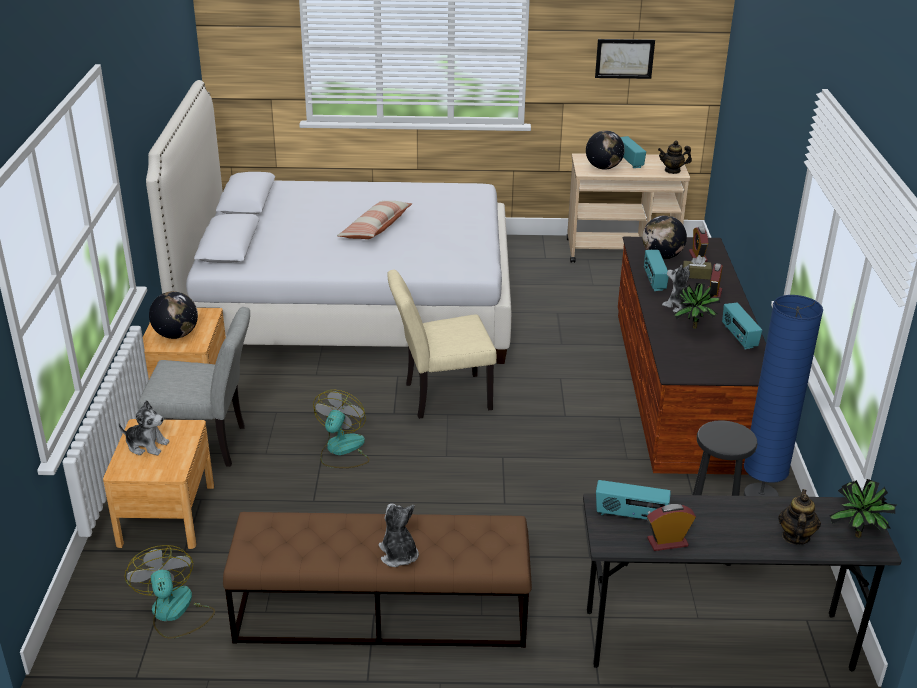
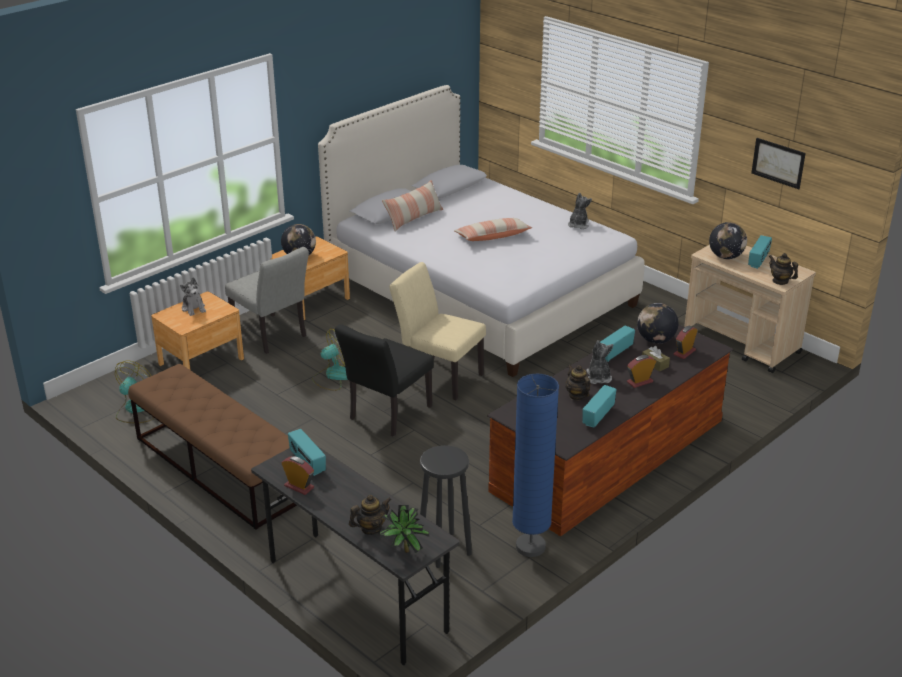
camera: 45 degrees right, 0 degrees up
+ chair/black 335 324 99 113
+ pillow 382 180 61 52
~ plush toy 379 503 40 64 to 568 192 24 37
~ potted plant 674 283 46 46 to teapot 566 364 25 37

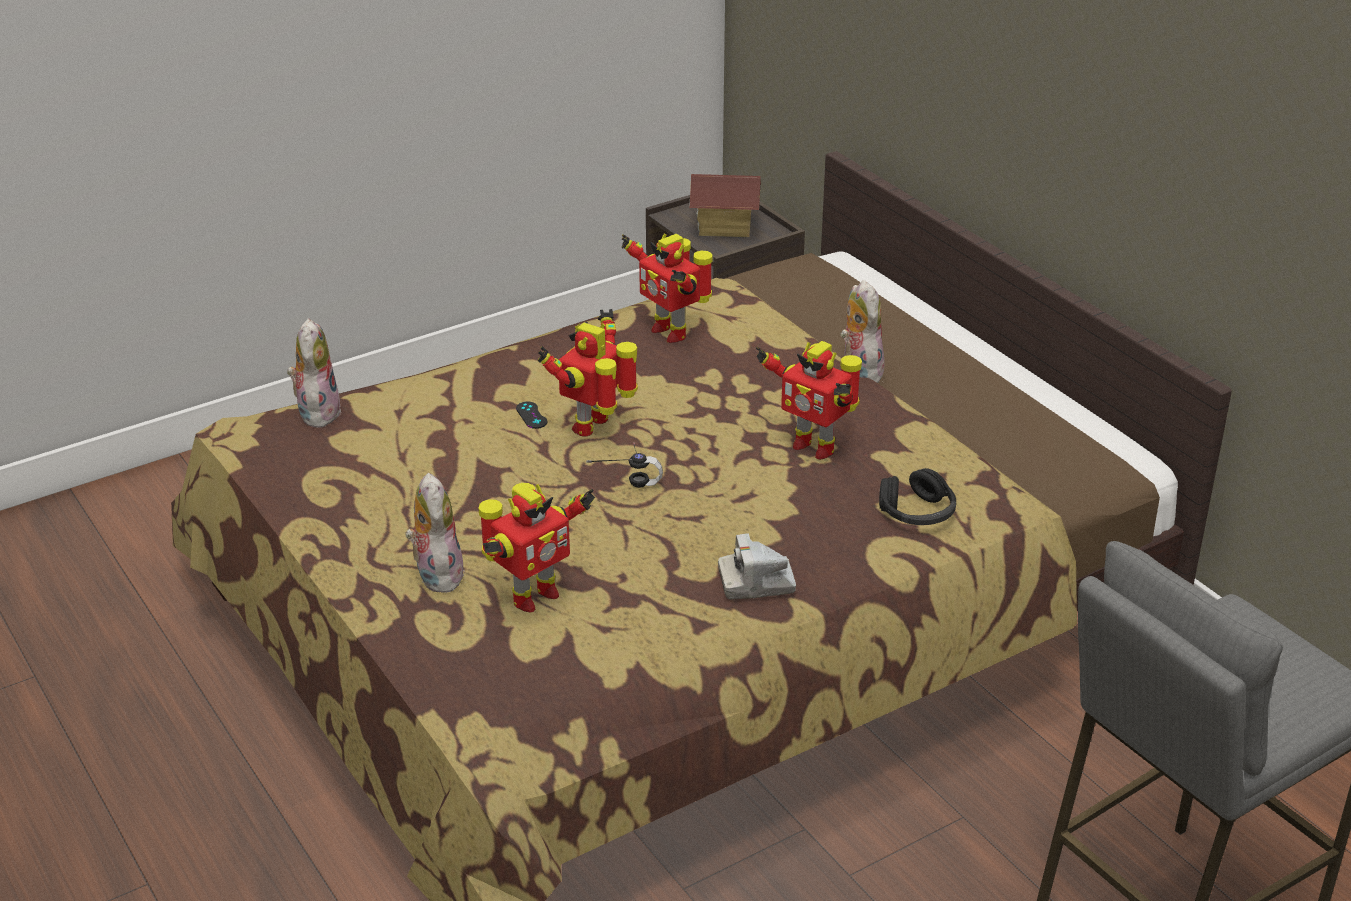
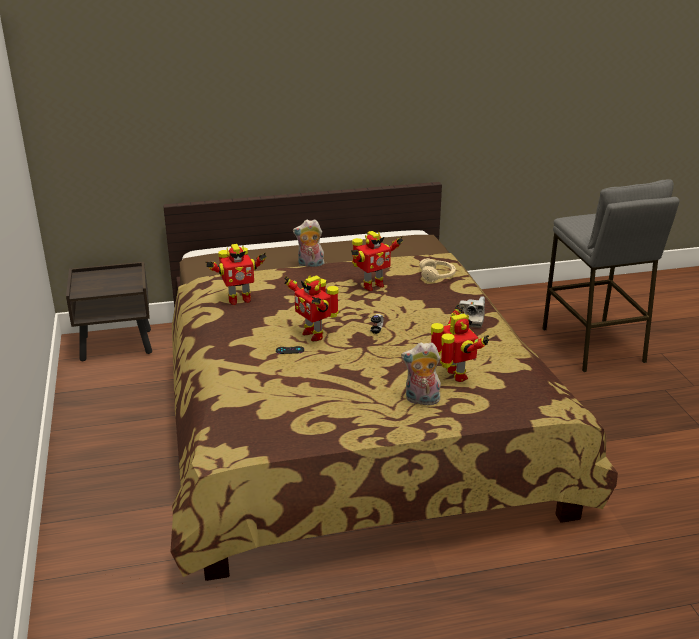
camera: 70 degrees left, 5 degrees down
- plush toy 287 318 54 110
- toy house 689 174 72 63
~ headphones/black 879 468 77 57 to headphones/beige 419 258 37 24

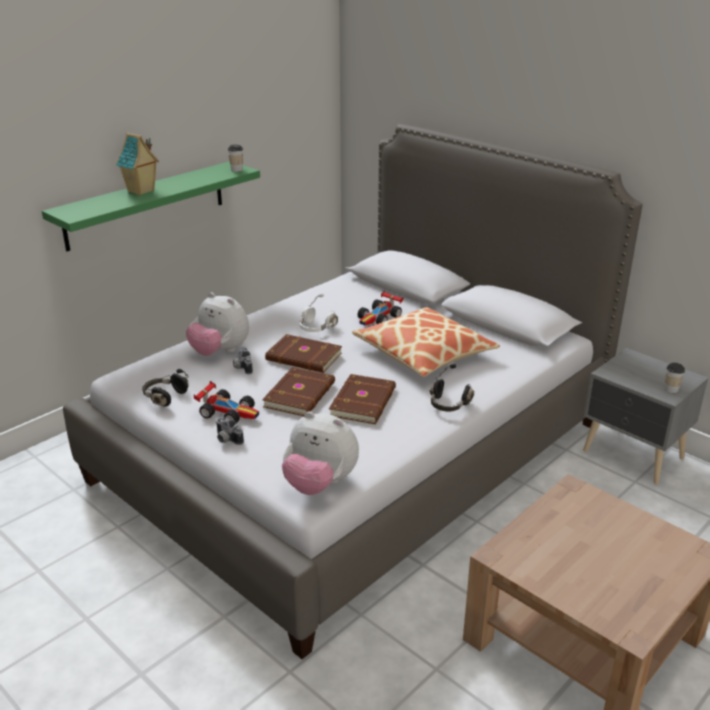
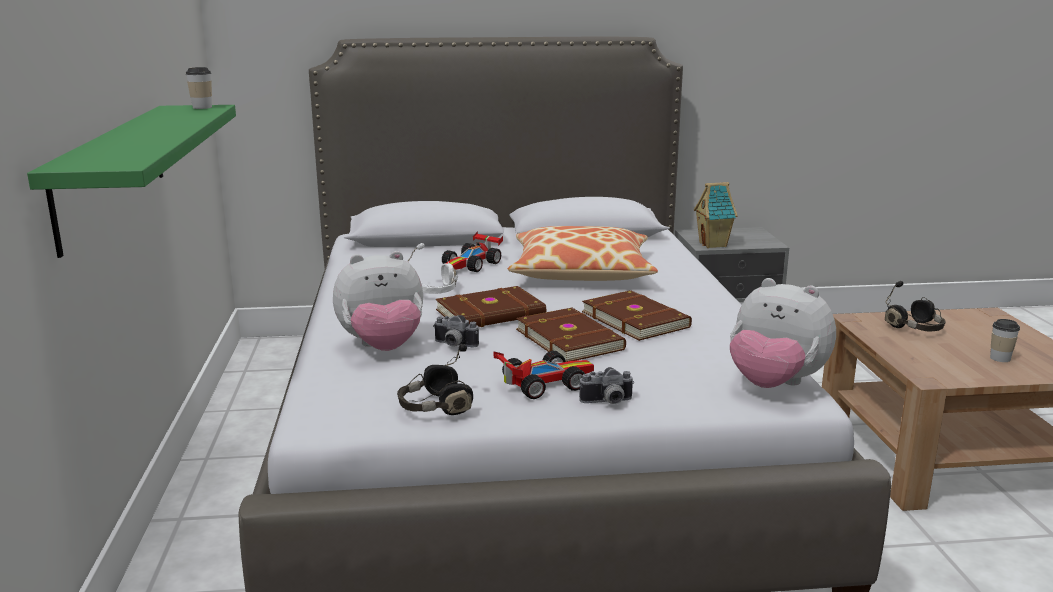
camera: 50 degrees left, 10 degrees down
~ toy house 116 132 43 63 to 694 182 44 66
~ headphones/black 430 364 44 48 to 885 281 61 50
~ cup 664 363 21 30 to 990 319 30 43
~ plush toy 282 411 77 84 = 730 278 106 110 60 degrees clockwise
~ toy car 358 291 46 35 = 442 232 61 40 45 degrees clockwise

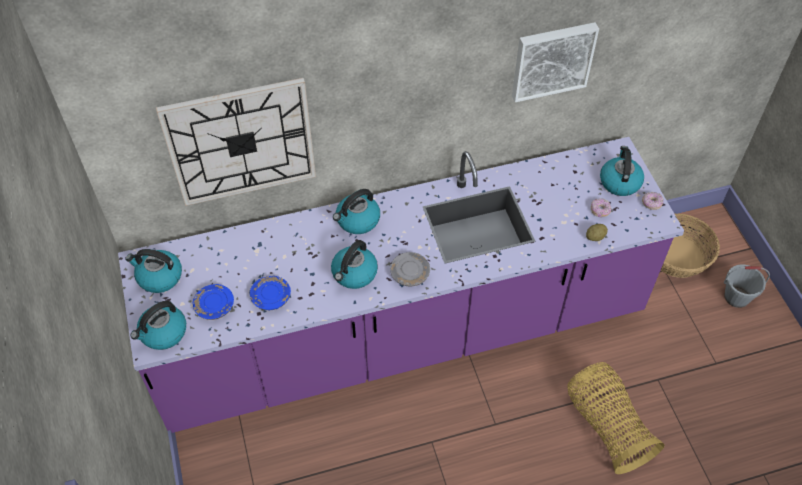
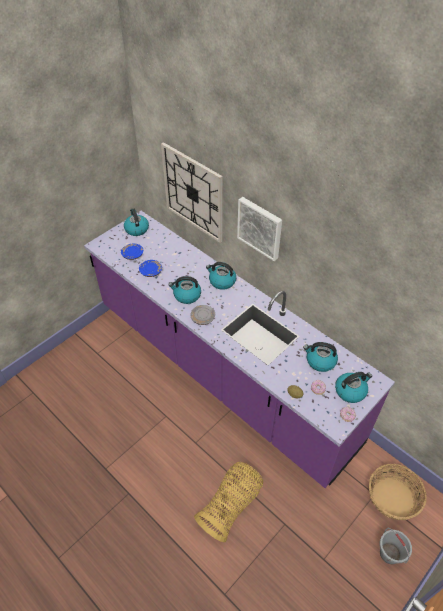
camera: 60 degrees right, 5 degrees down
~ kettle 131 301 55 49 to 303 342 35 30
~ picture 512 22 87 80 to 237 197 45 64

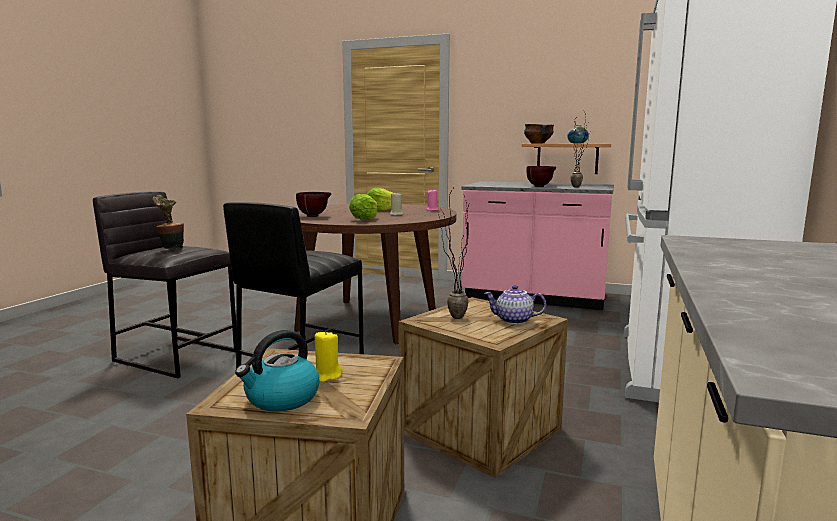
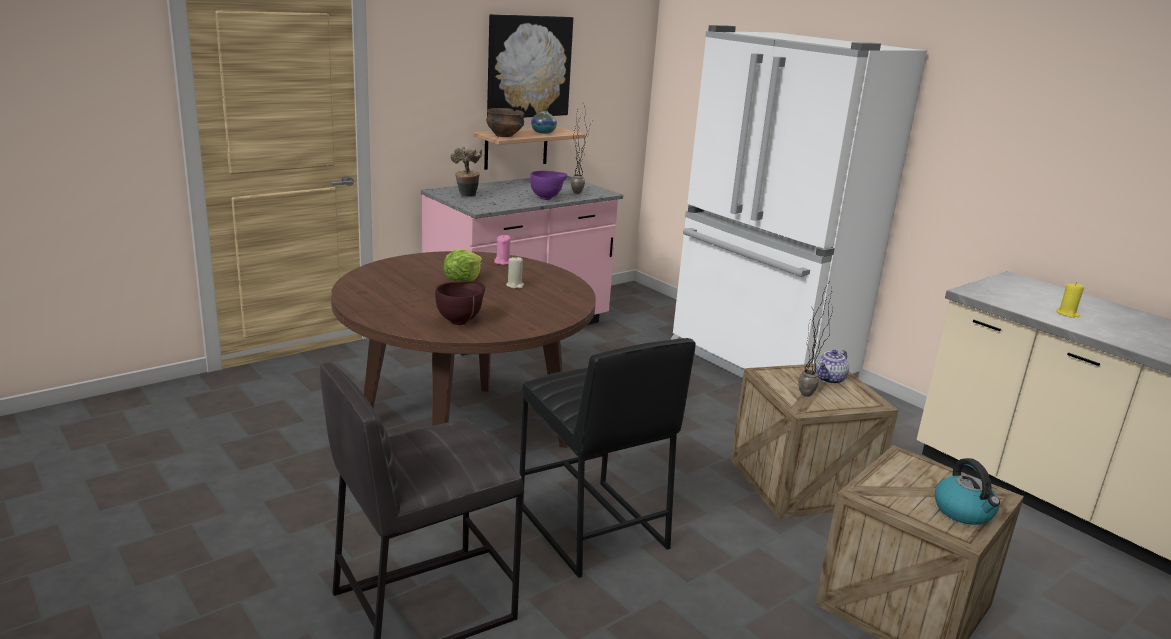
camera: 60 degrees left, 10 degrees up
- lettuce 349 194 29 26
+ picture 487 14 86 104
~ potted plant 153 195 31 54 to 450 146 32 51
~ candle/yellow 315 330 27 52 to 1056 282 28 36
~ bowl/brown 526 166 30 21 to bowl/purple 530 170 38 30

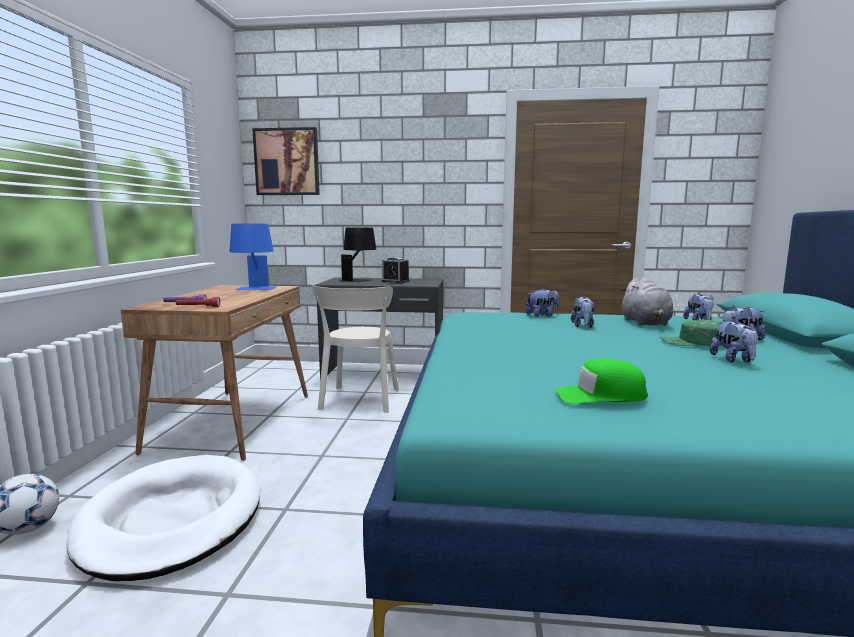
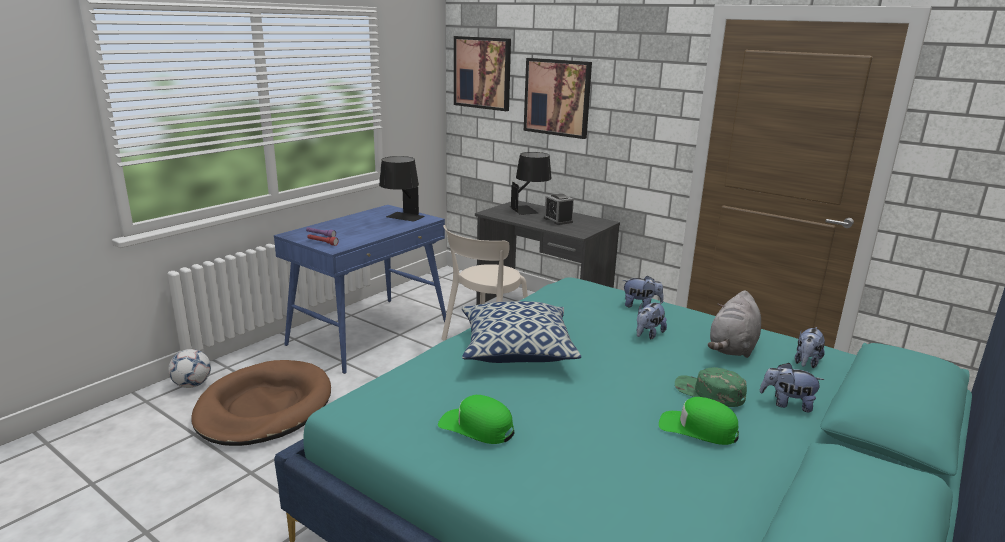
camera: 30 degrees right, 10 degrees up
+ pillow 462 301 119 62
+ picture 524 58 68 81
~ plush toy 710 321 48 42 to cap/green 659 397 80 48
~ dog bed/white 66 455 194 126 to dog bed/brown 191 360 140 86
~ desk/brown 121 285 187 176 to desk/blue 274 205 172 169
~ table lamp/blue 229 224 47 66 to table lamp/black 379 156 46 66

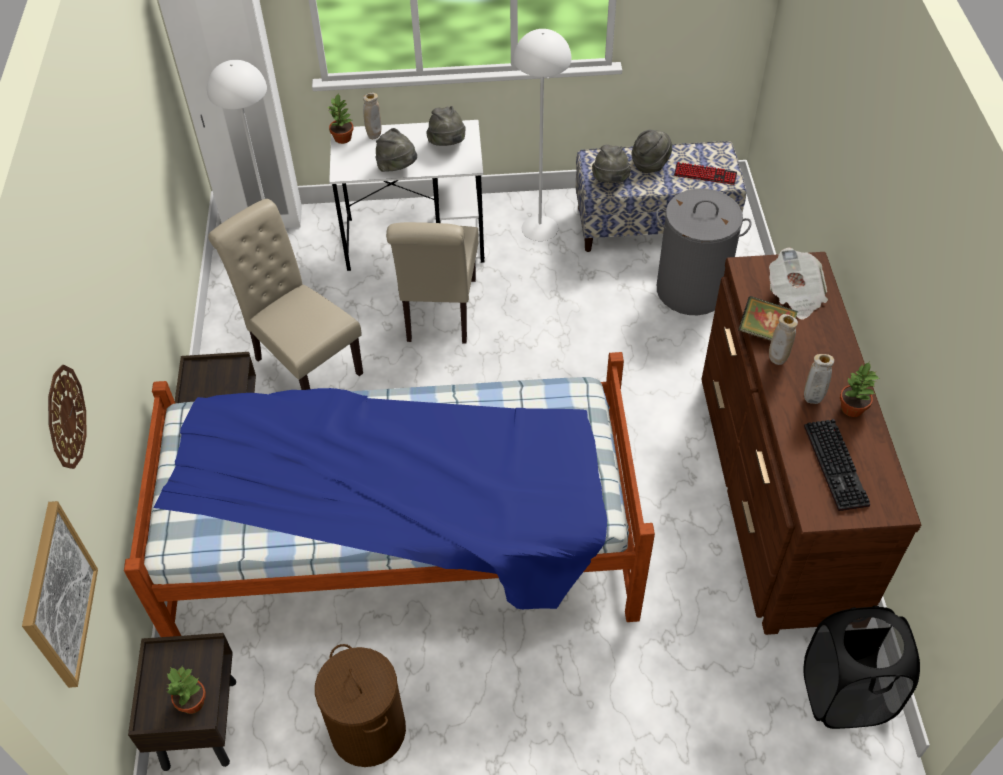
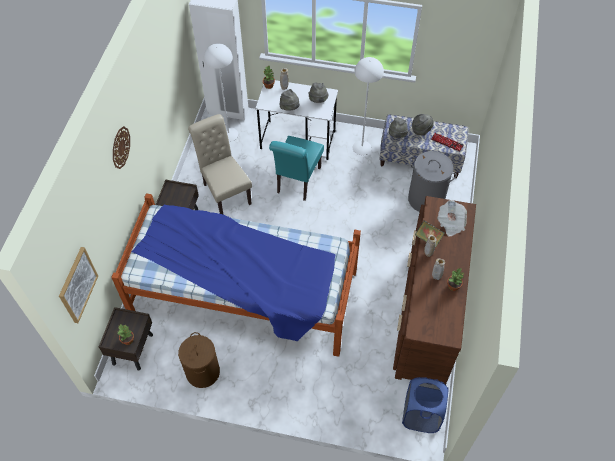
camera: 15 degrees right, 5 degrees up
- keyboard 804 419 66 92
~ wall clock 48 365 39 104 to 113 126 17 43
~ chair/beige 386 222 93 122 to chair/turquoise 269 136 55 65
~ laundry basket/black 803 606 117 123 to laundry basket/blue 402 377 46 56

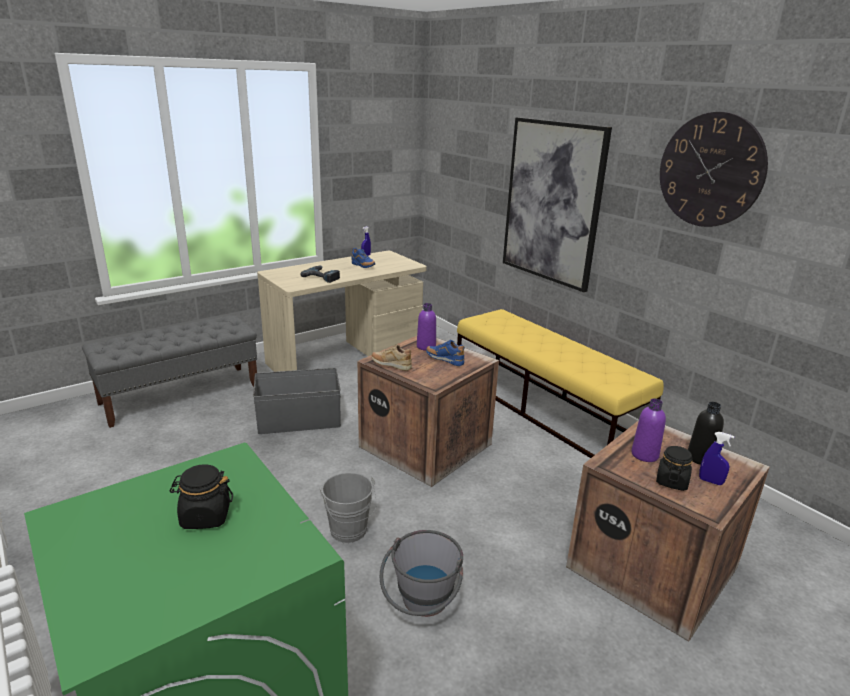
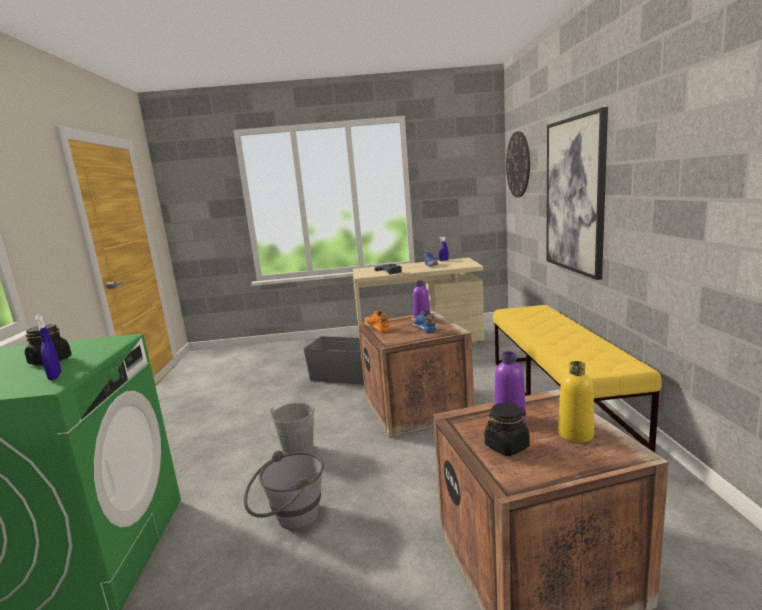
camera: 35 degrees right, 10 degrees down
- bench/grey 82 315 175 113
~ wall clock 660 112 108 115 to 506 131 24 67
~ spray bottle/blue 699 432 36 53 to 34 314 28 66
~ shoe/beige 371 344 41 27 to shoe/orange 364 310 25 22
~ bottle/black 688 402 36 63 to bottle/yellow 558 361 36 82

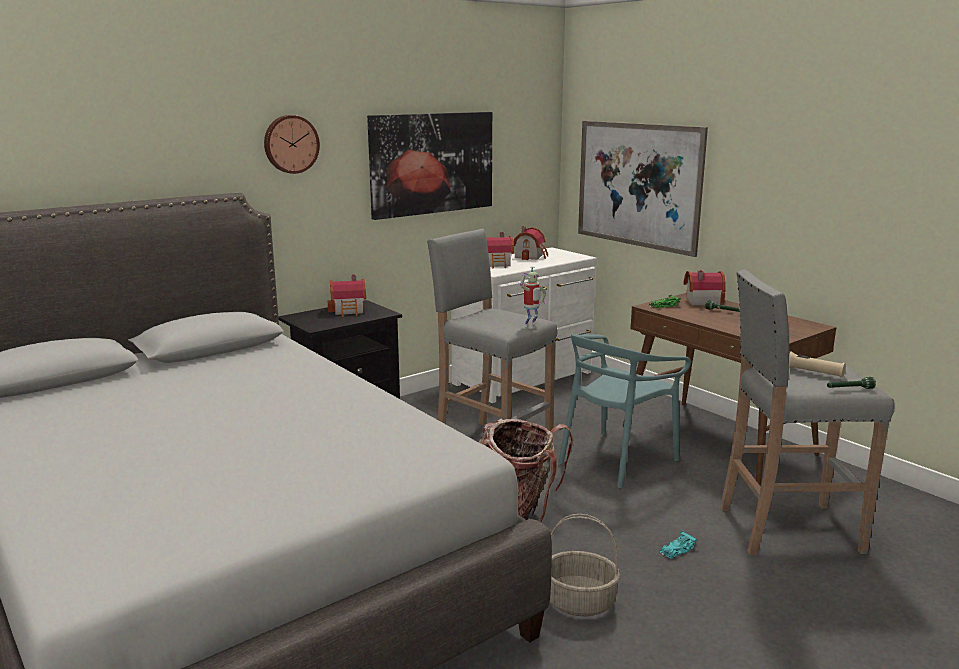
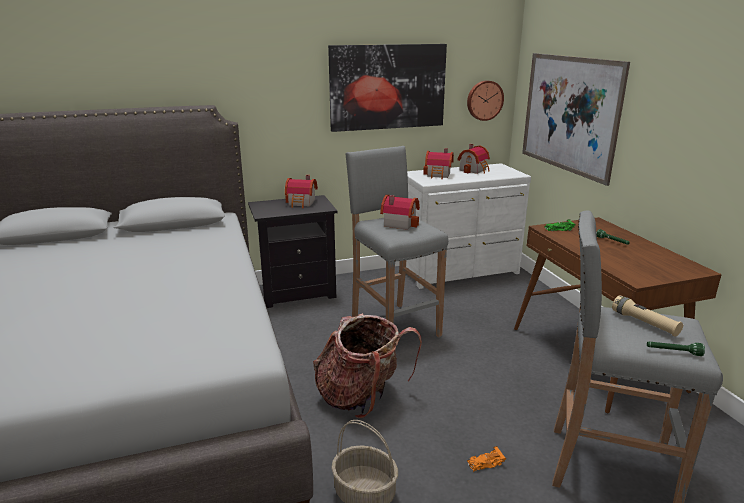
camera: 20 degrees right, 5 degrees up
- toy robot 520 266 26 61
- chair/turquoise 558 334 133 154
~ wall clock 264 115 56 59 to 467 80 37 41
~ toy house 683 270 43 36 to 380 195 40 35
~ toy car/turquoise 659 531 39 28 to toy car/orange 467 446 39 26

